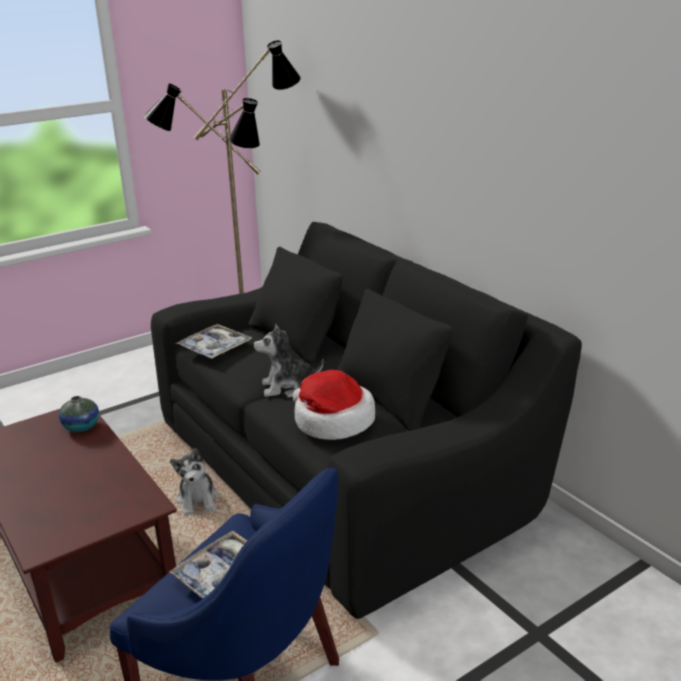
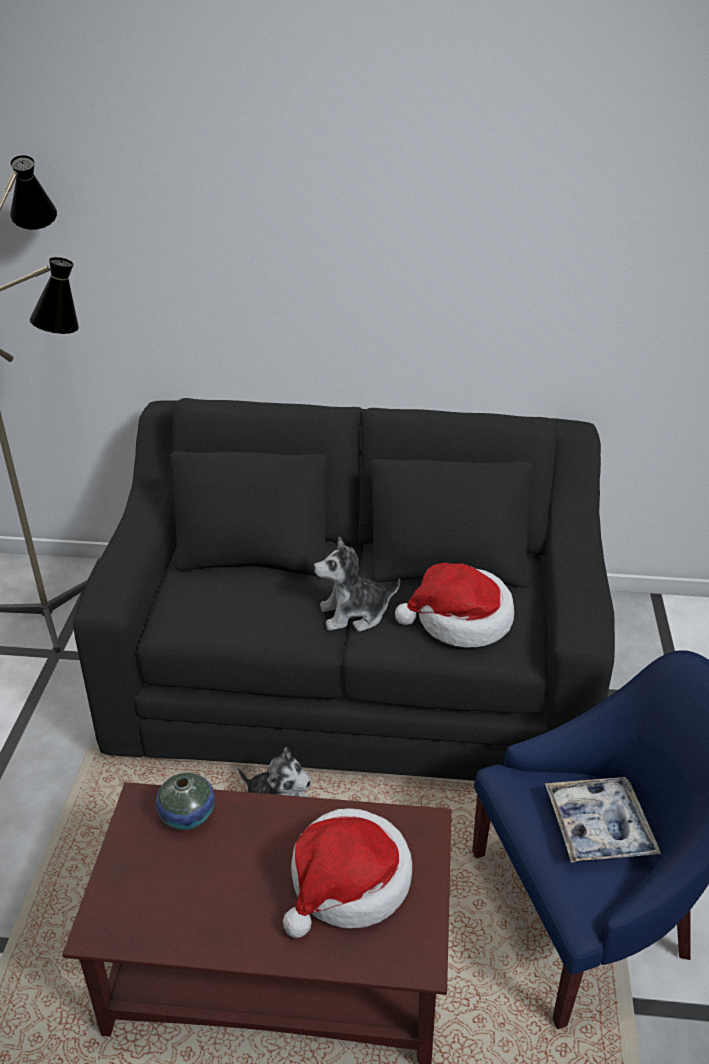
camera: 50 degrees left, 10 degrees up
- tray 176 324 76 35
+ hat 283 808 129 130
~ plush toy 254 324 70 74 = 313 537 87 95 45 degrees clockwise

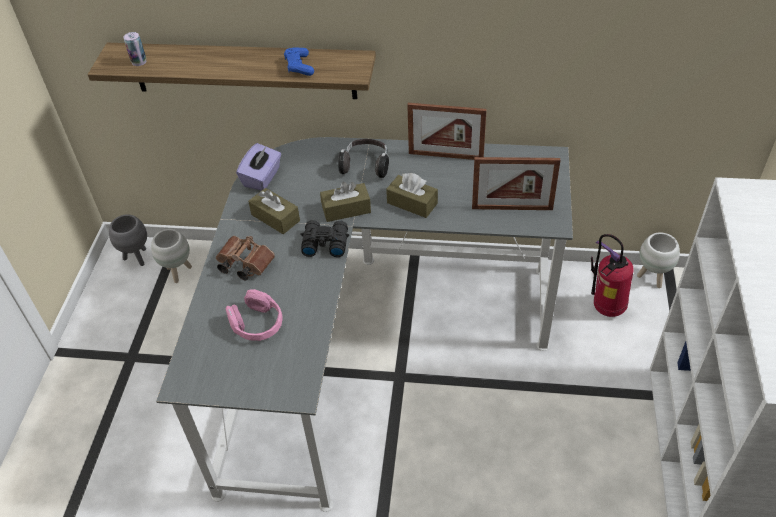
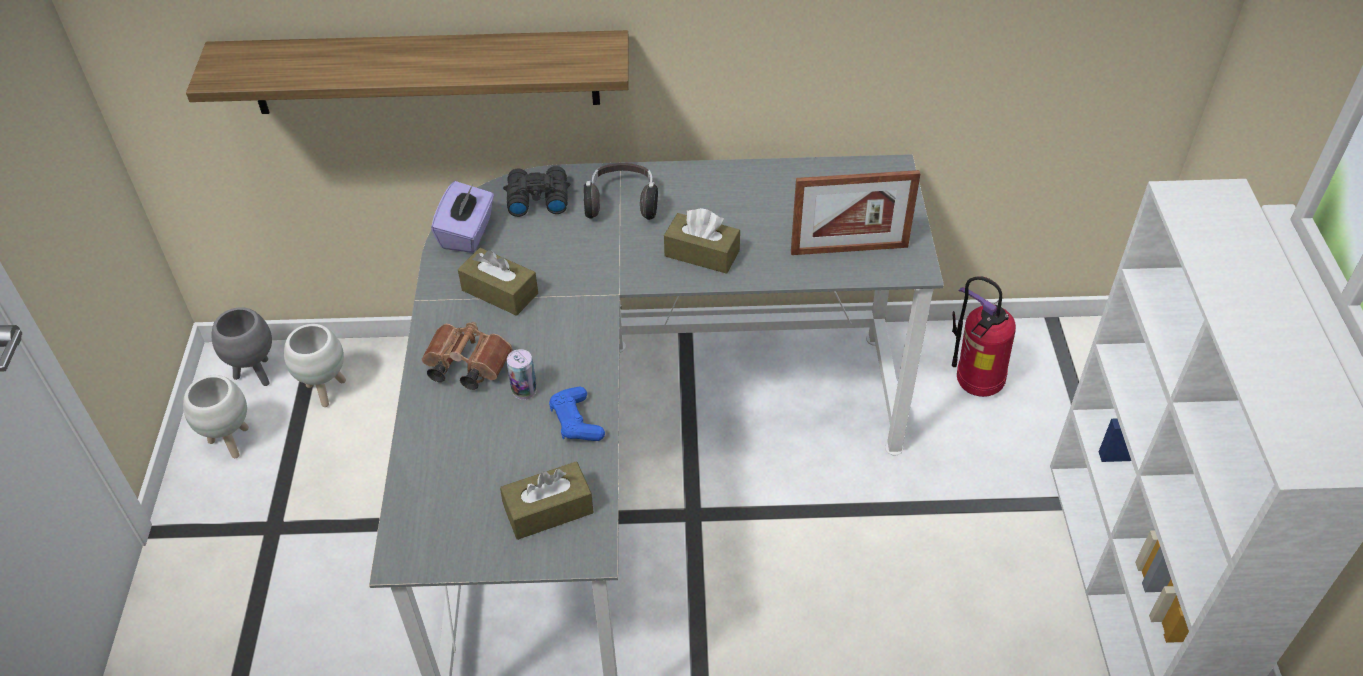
camera: 10 degrees left, 0 degrees up
- headphones/pink 226 289 57 52
- picture frame 407 103 80 57
~ can 123 32 23 34 to 507 349 30 51
~ game controller/blue 284 48 30 28 to 549 386 56 55
~ binoculars/black 301 220 48 37 to 503 166 67 51
~ tissue box/brown 320 182 51 40 to 500 461 94 79
~ planter/white 637 232 43 56 to 183 375 66 83

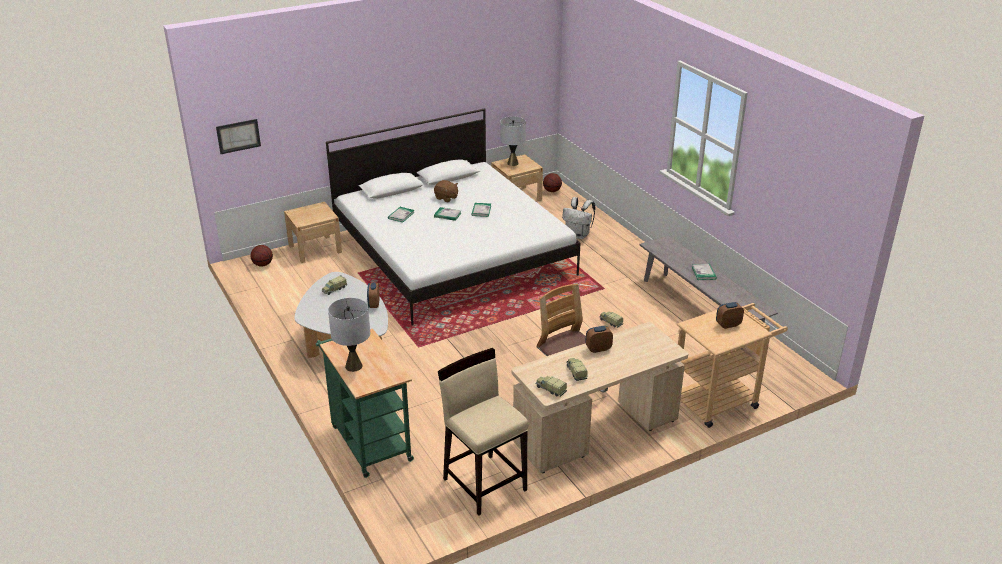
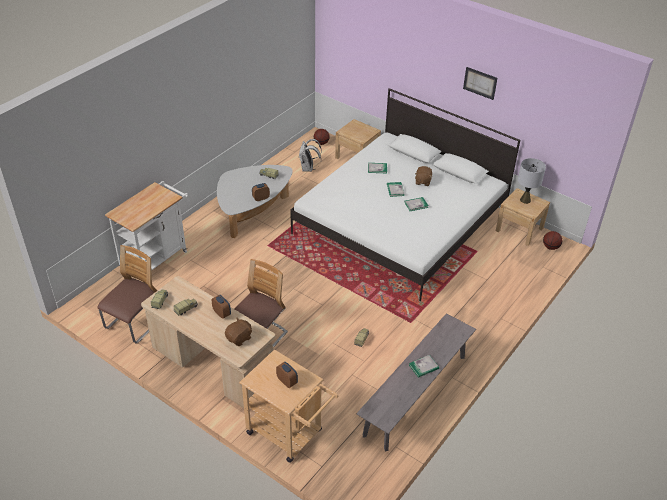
camera: 65 degrees right, 10 degrees up
- table lamp/grey 328 298 42 74
+ plush toy/brown 225 318 27 28
~ picture 216 119 45 35 to 463 67 34 33
~ backpack/white 562 197 33 42 to 299 139 23 33
~ stool/beige 438 348 90 168 to chair 97 245 60 98
~ cart/green 316 329 98 149 to cart/white 105 181 83 89

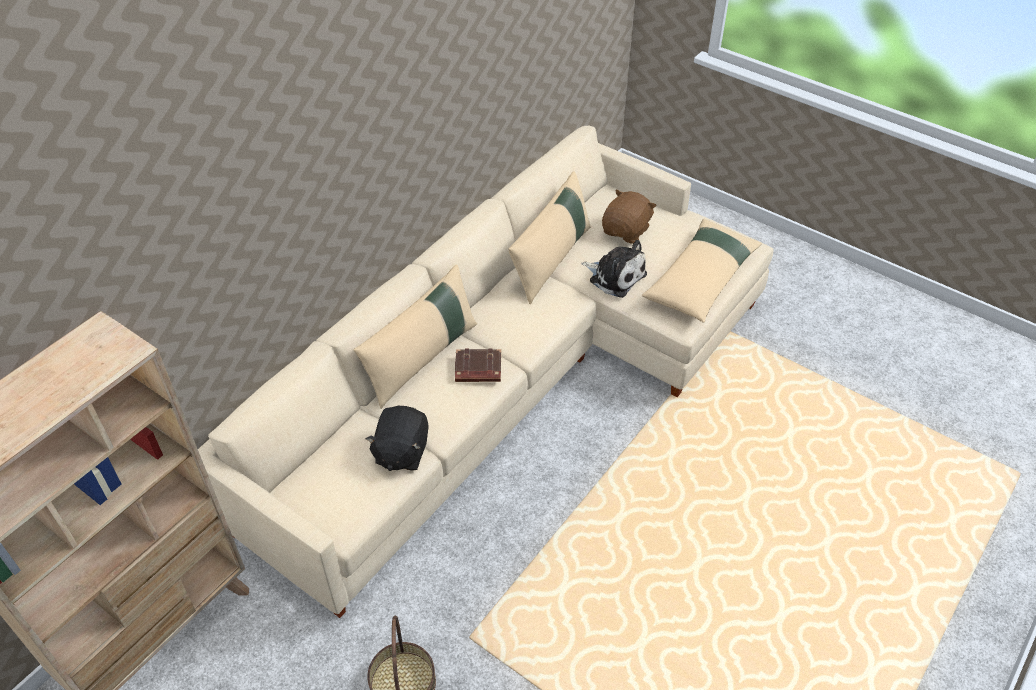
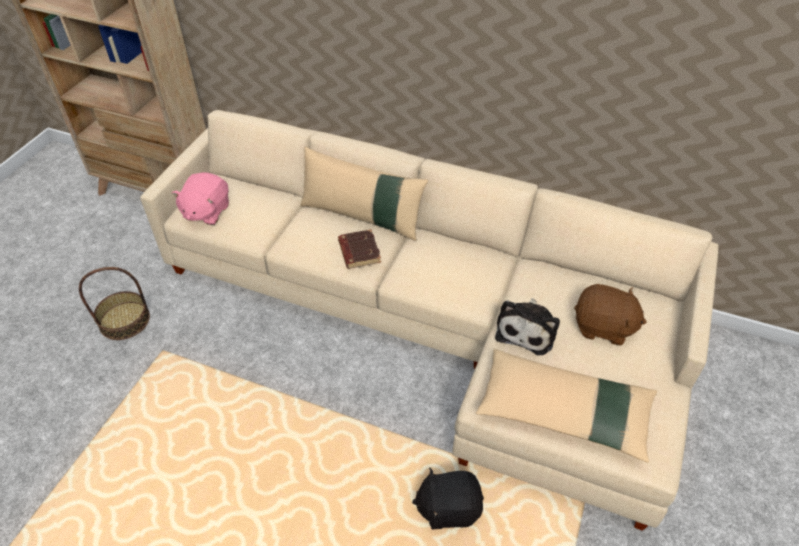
camera: 75 degrees right, 0 degrees up
- pillow/beige 509 171 82 133
+ plush toy/pink 172 172 57 53
~ plush toy/black 366 406 63 65 to 412 467 72 62

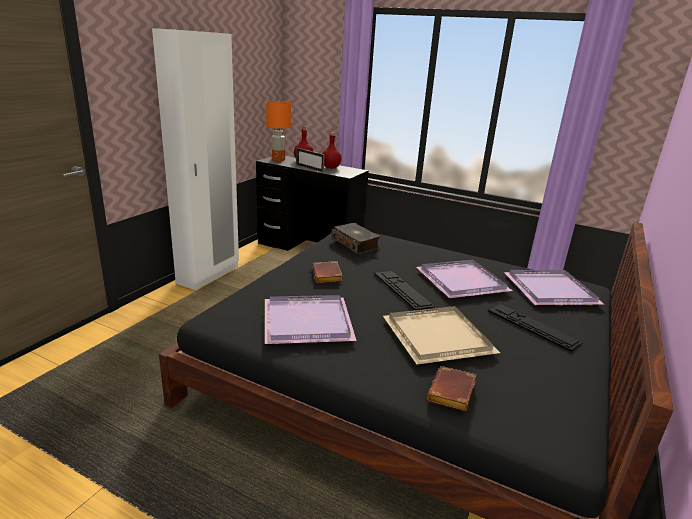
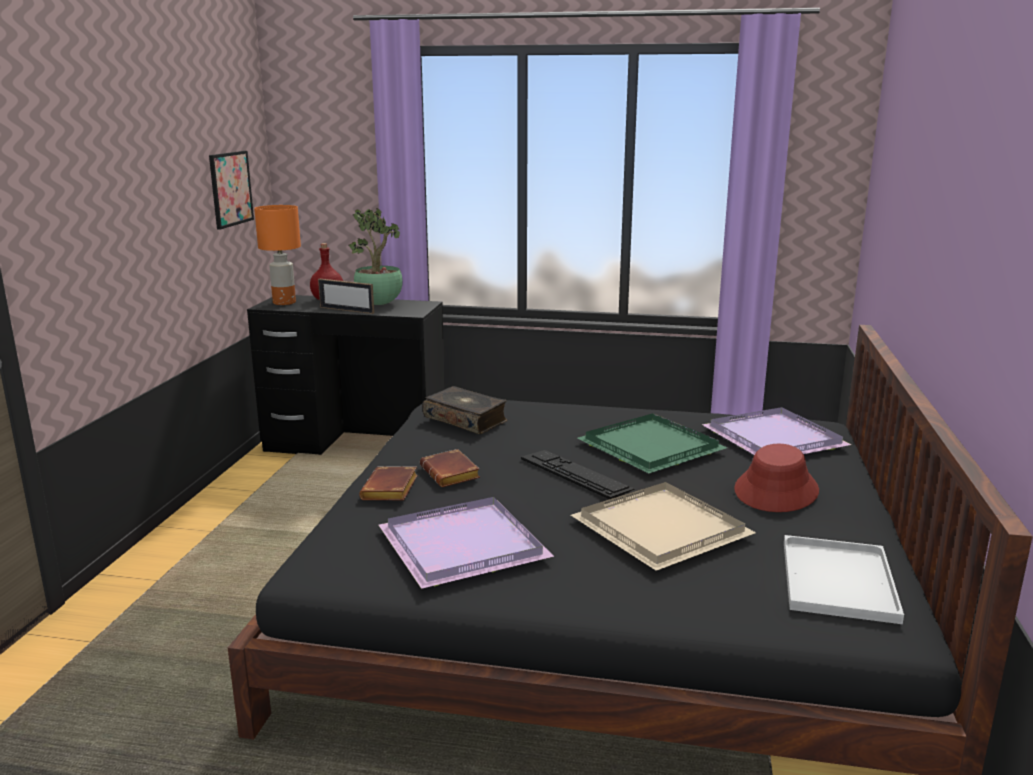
camera: 15 degrees left, 5 degrees down
- wardrobe/white 152 28 87 262
+ picture 209 151 45 79
+ tray/white 784 535 120 89
~ book/brown 427 366 49 46 to 359 467 59 33
~ bottle/red 322 132 20 36 to potted plant 348 208 55 97
~ keyboard 488 304 95 48 to hat/red 734 444 85 68
~ tray/purple 416 260 96 38 to tray/green 577 413 150 60

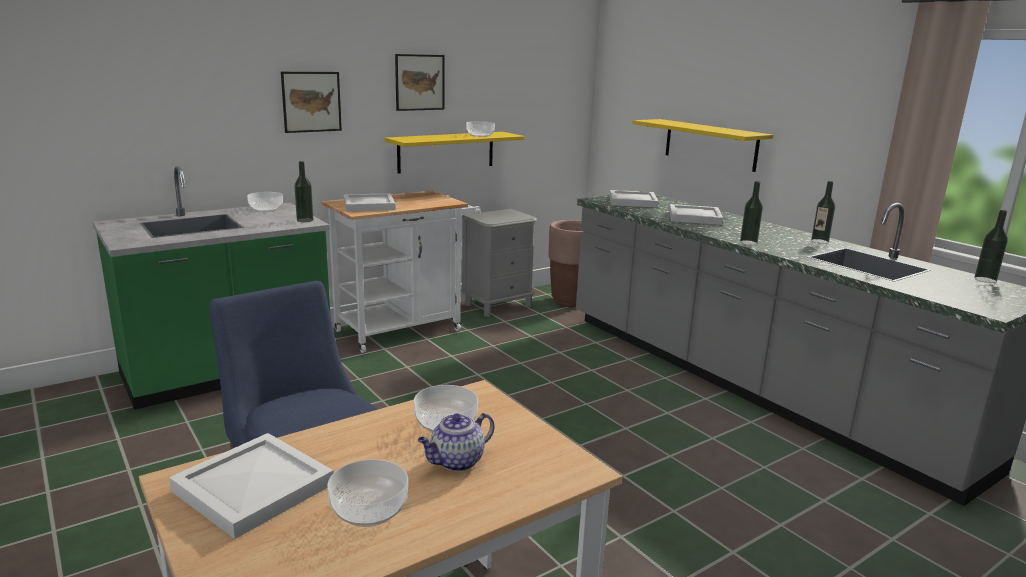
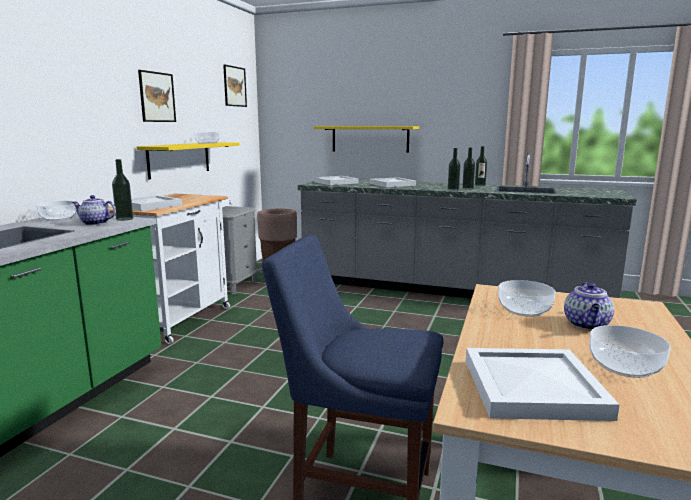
camera: 35 degrees left, 5 degrees down
+ teapot 72 195 44 30
~ picture 281 72 61 61 to 223 65 24 42
~ bottle 974 210 34 73 to 462 147 13 43

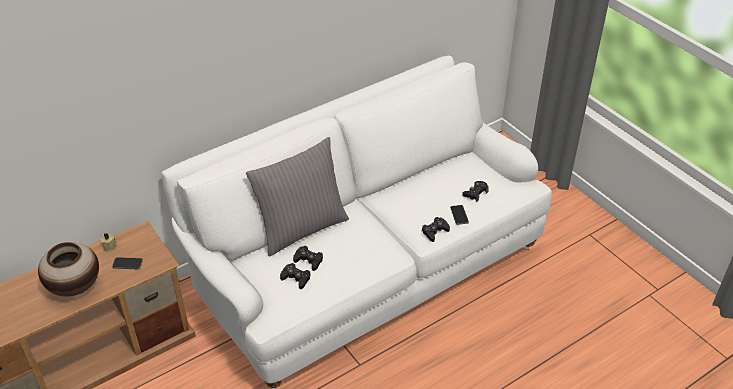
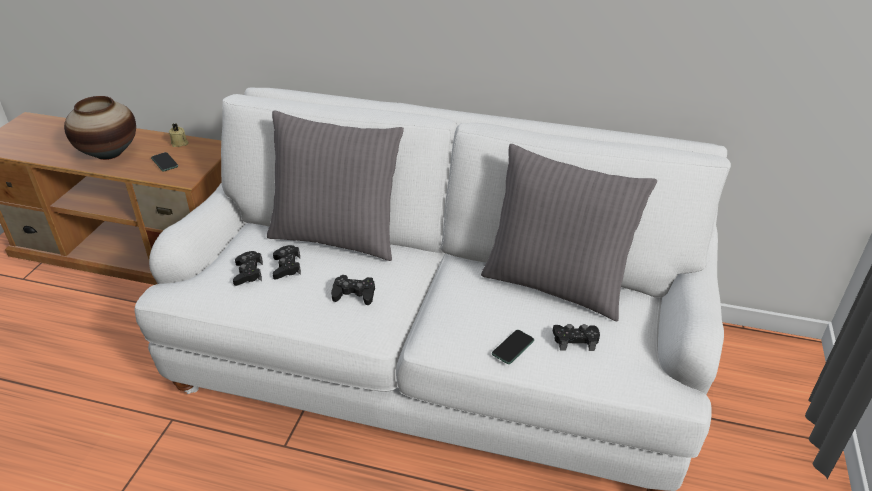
camera: 50 degrees right, 5 degrees down
+ pillow/grey 481 144 176 178
~ game controller/black 422 217 28 25 to 331 275 44 30

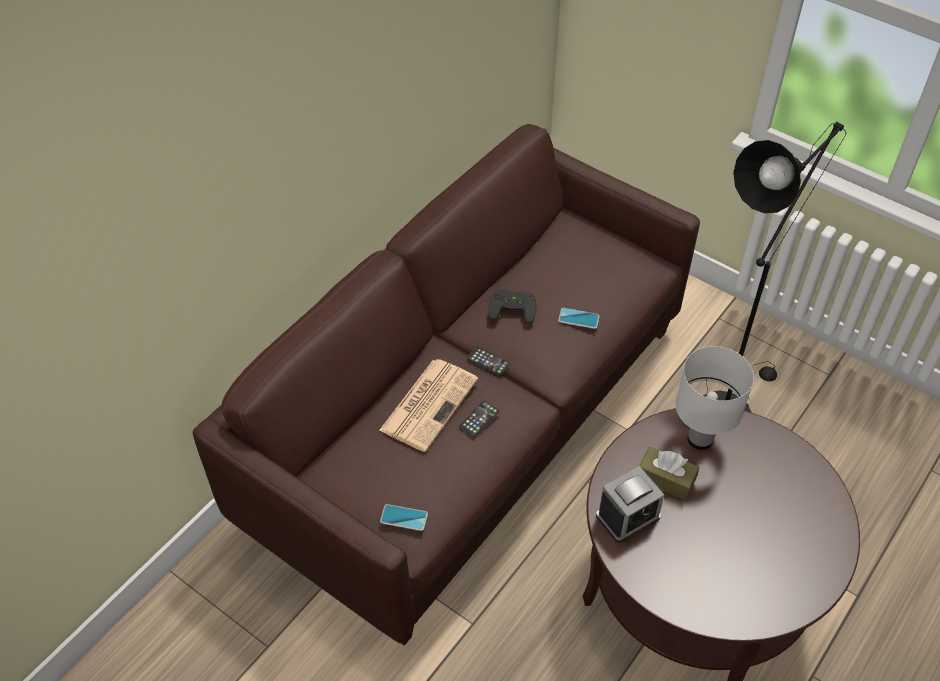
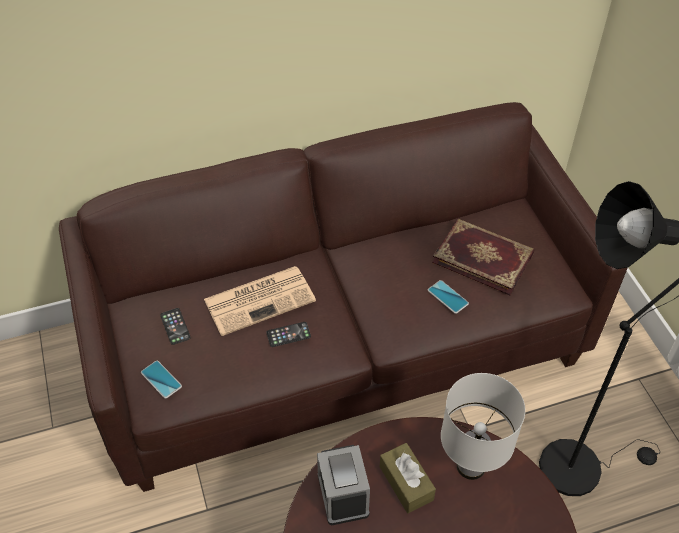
camera: 35 degrees right, 0 degrees up
- game controller/black 489 289 47 35
+ book 432 219 103 76
~ phone 467 347 43 28 to 160 308 31 37
~ alarm clock 596 466 68 77 = 317 445 53 80 75 degrees clockwise

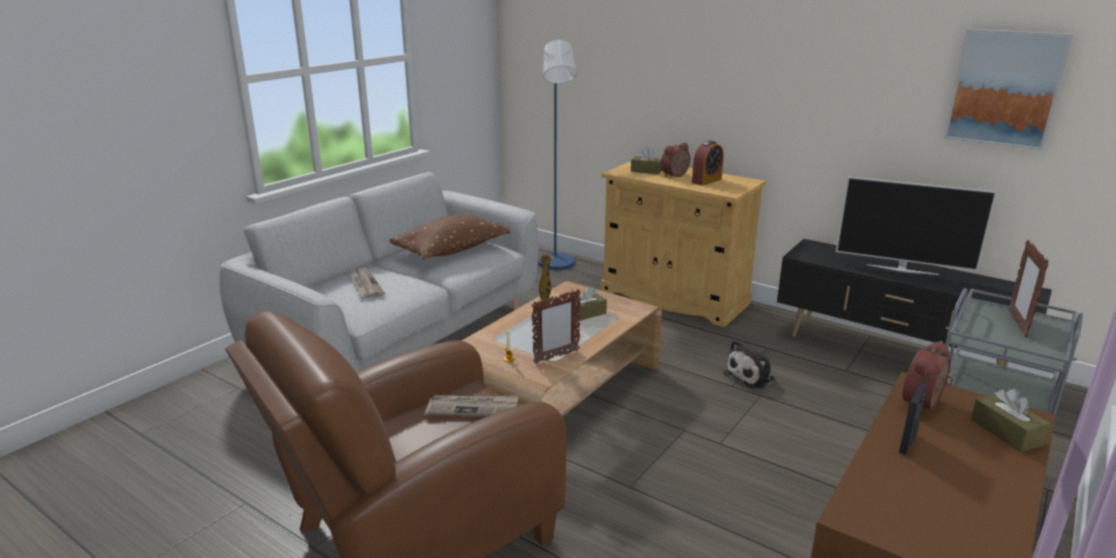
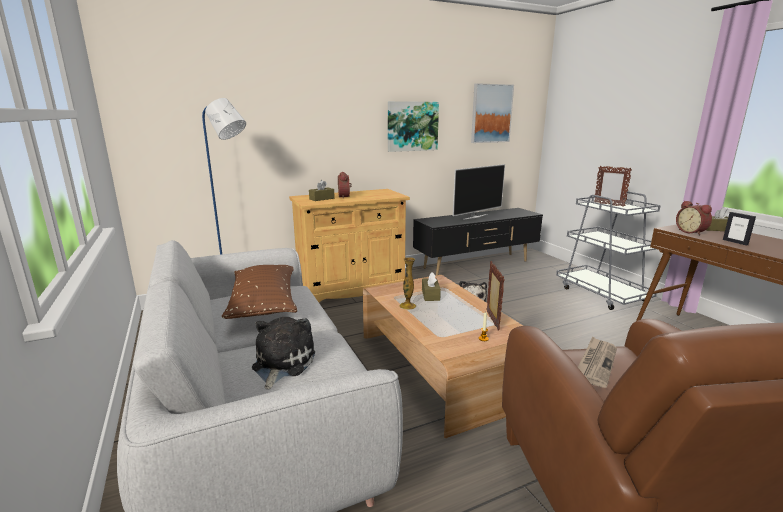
camera: 60 degrees left, 5 degrees down
- alarm clock 692 140 32 46
+ picture 388 101 51 51
~ newspaper 349 269 36 29 to plush toy 252 317 63 73

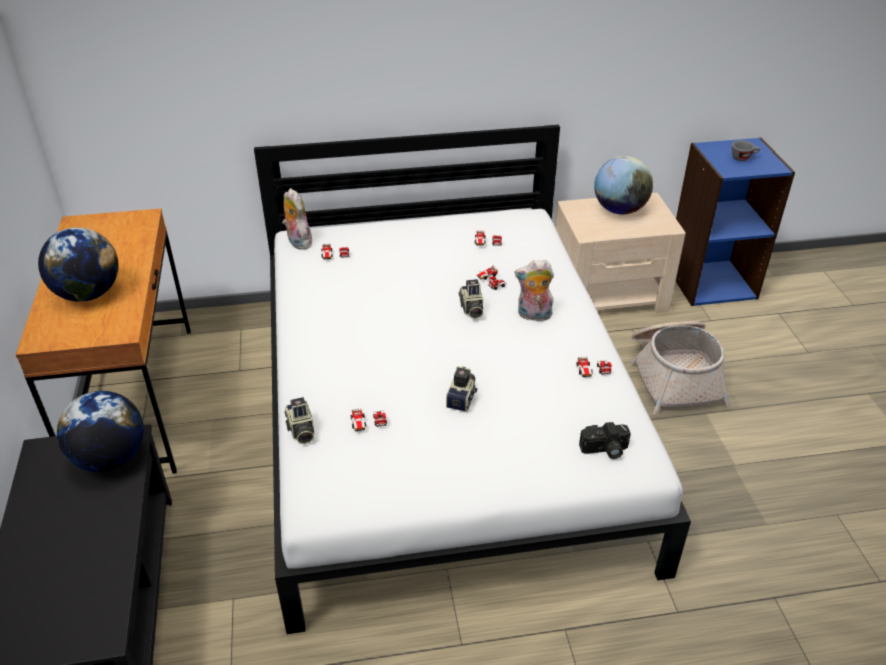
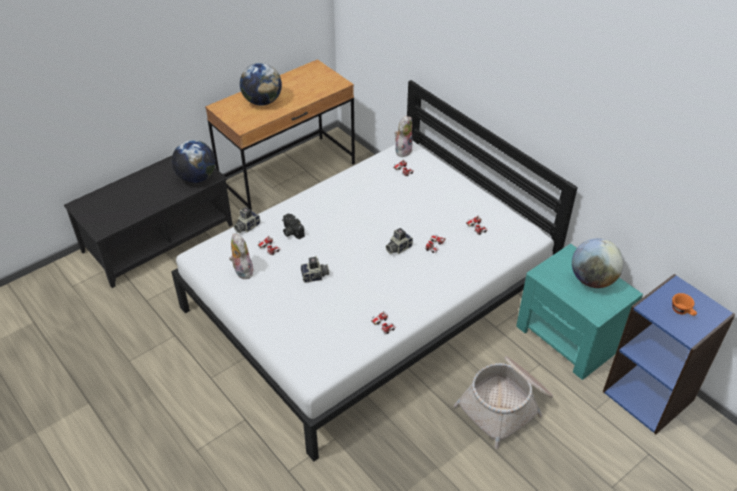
camera: 60 degrees right, 5 degrees up
~ plush toy 514 260 40 61 to 229 234 24 45
~ photo camera 579 422 52 37 to 282 213 23 26
~ nightstand/beige 555 193 131 120 to nightstand/turquoise 516 244 127 136
~ cup/grey 732 140 28 21 to cup/orange 672 293 25 23

